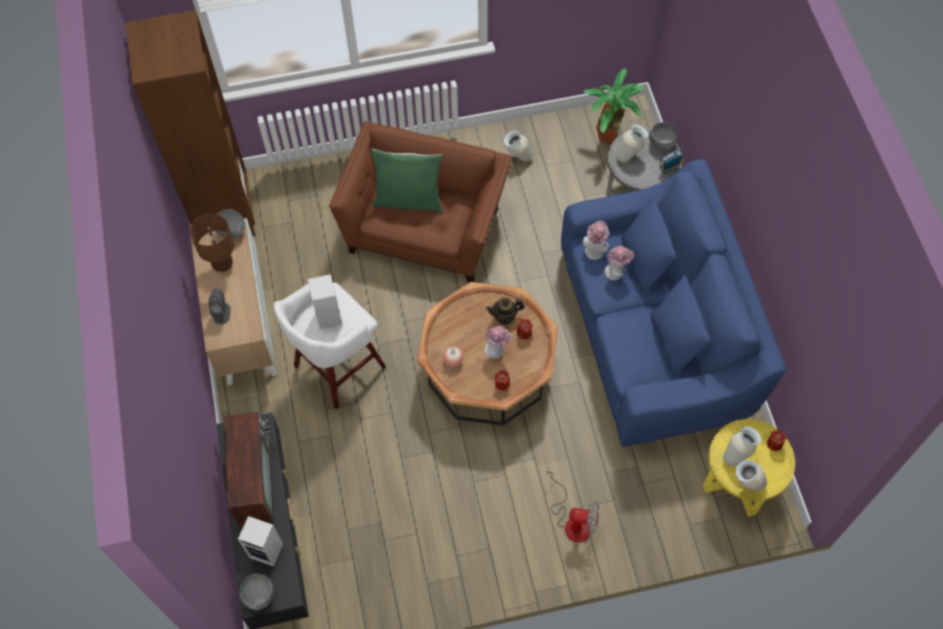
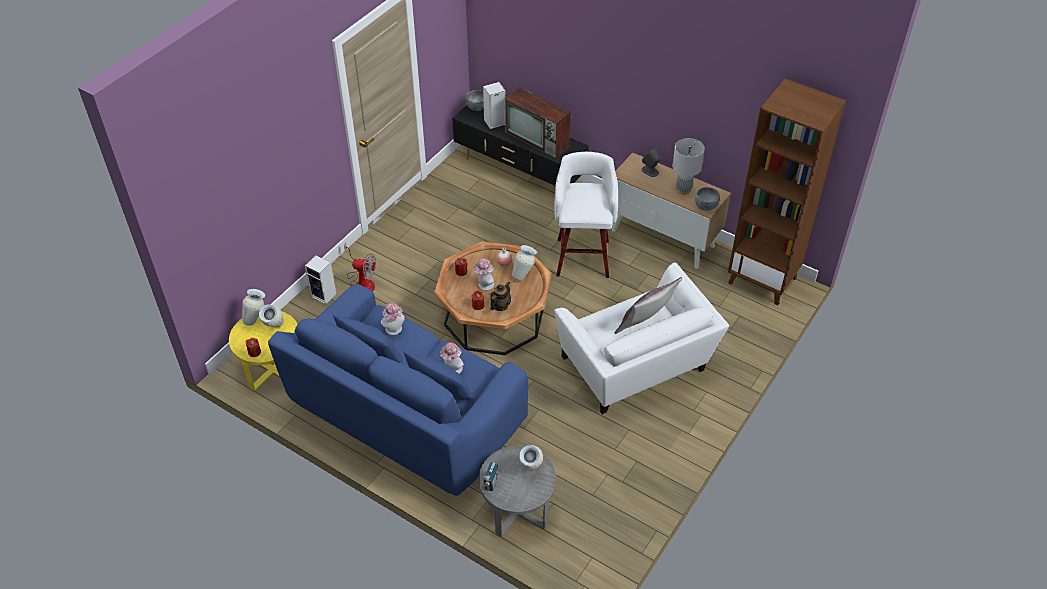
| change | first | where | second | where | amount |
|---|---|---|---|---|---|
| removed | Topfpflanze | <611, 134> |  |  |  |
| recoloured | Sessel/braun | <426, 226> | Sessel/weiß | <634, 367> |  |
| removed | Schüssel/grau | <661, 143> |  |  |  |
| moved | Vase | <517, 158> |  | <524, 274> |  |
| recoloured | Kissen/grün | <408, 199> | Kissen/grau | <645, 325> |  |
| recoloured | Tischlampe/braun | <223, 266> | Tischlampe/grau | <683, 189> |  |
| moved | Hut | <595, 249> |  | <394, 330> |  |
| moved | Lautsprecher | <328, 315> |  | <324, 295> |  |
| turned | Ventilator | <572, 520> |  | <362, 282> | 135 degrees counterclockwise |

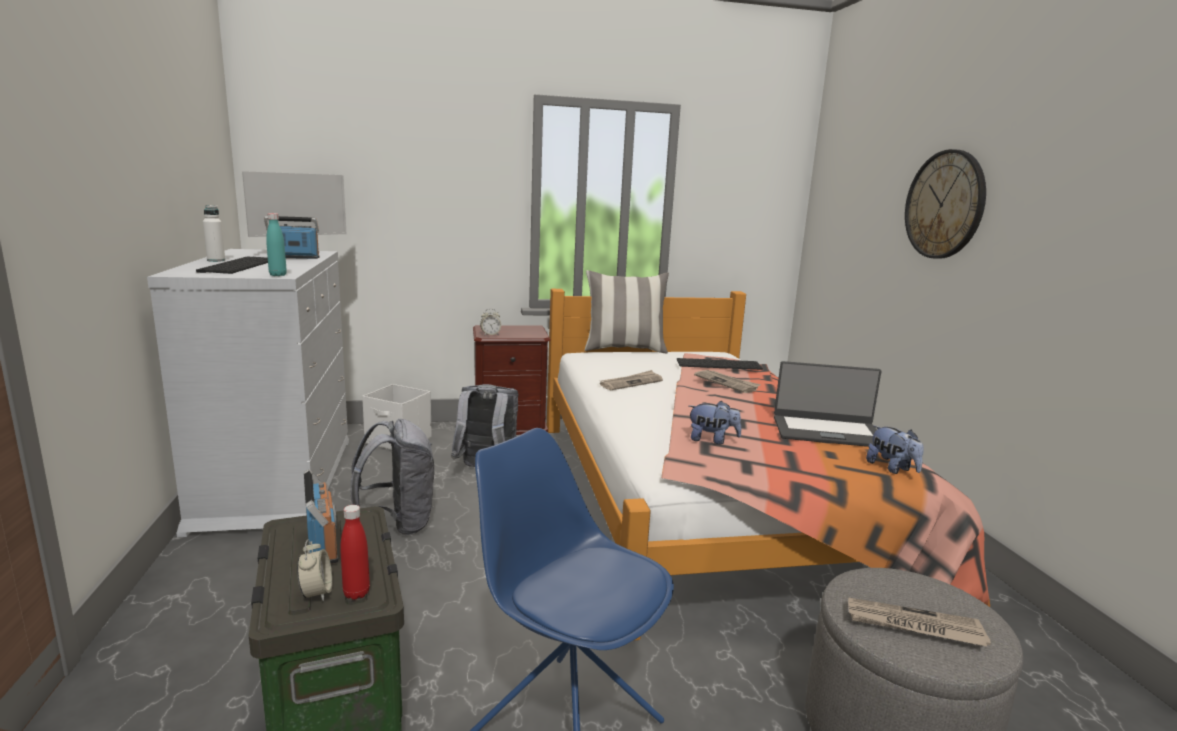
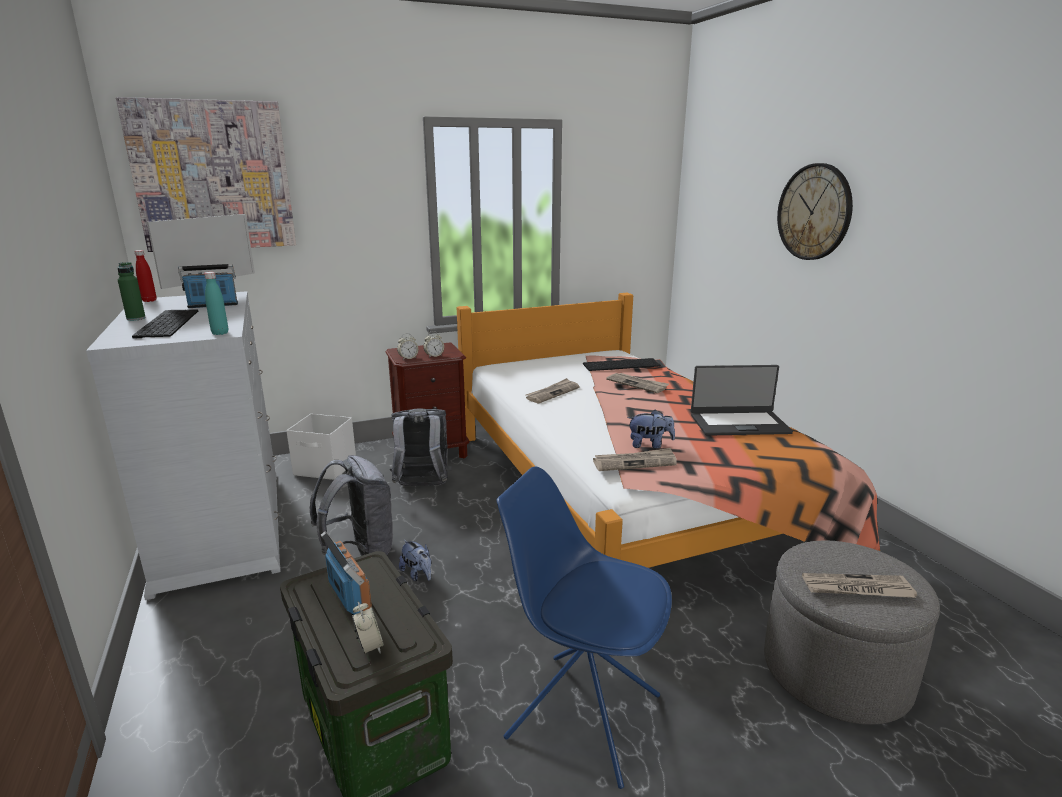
| change | first | where | second | where | amount |
|---|---|---|---|---|---|
| recoloured | Flasche/weiß | <216, 260> | Flasche/grün | <136, 318> |  |
| removed | Kissen | <624, 349> |  |  |  |
| moved | Plüschtier | <892, 468> |  | <417, 574> |  |
| moved | Flasche/rot | <356, 593> |  | <149, 300> |  |
| added |  |  | Bild | <213, 176> |  |
| added |  |  | Wecker | <434, 356> |  |
| added |  |  | Zeitung | <635, 462> |  |

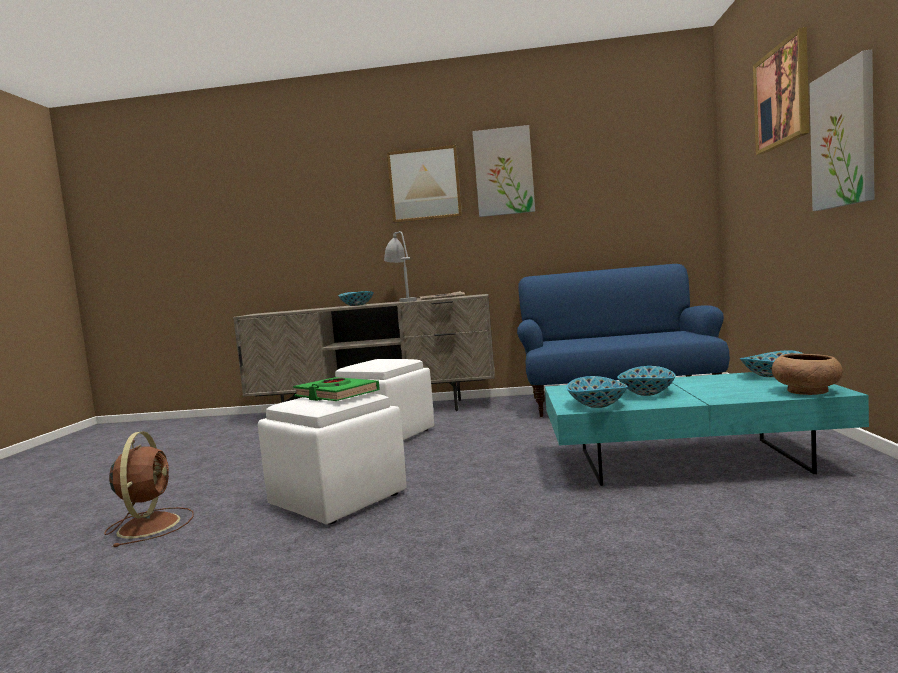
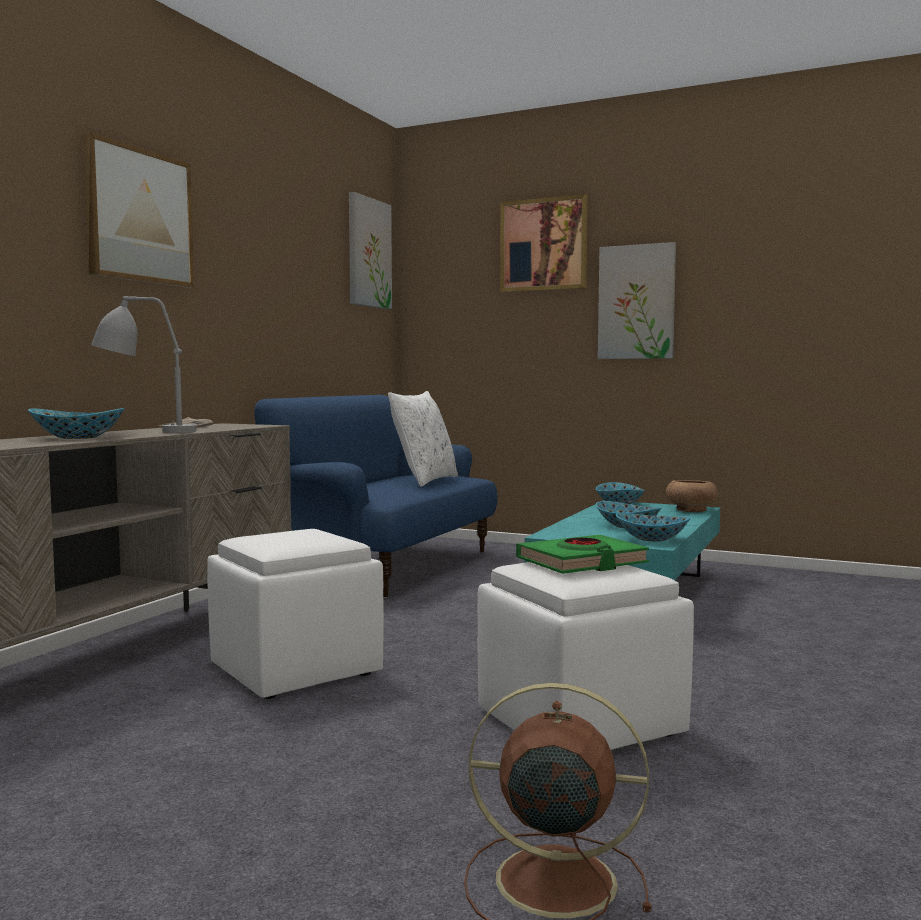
| change | first | where | second | where | amount |
|---|---|---|---|---|---|
| moved | Bild | <503, 172> |  | <368, 253> |  |
| added |  |  | Kissen/weiß | <424, 481> |  |

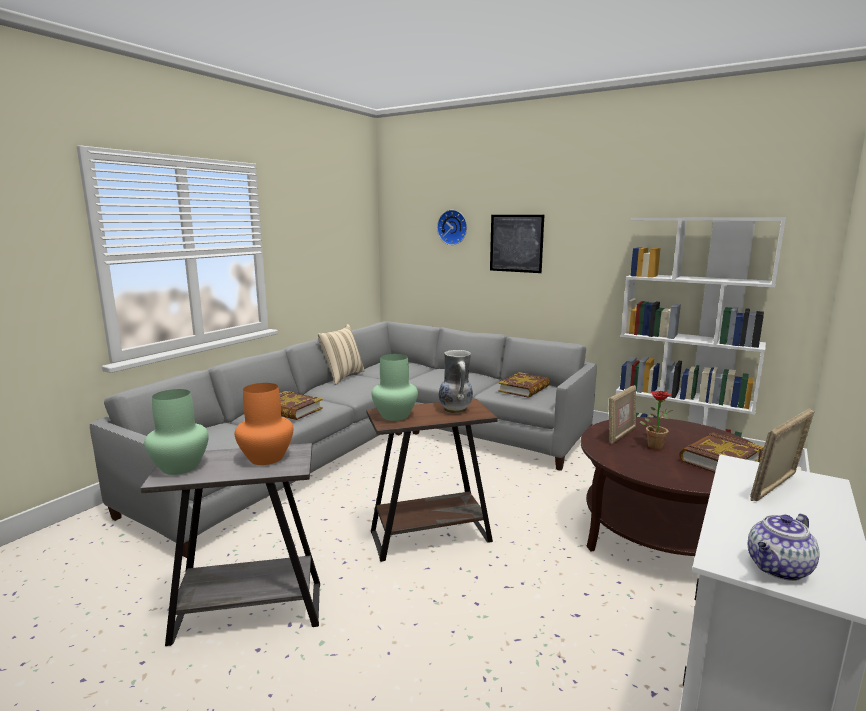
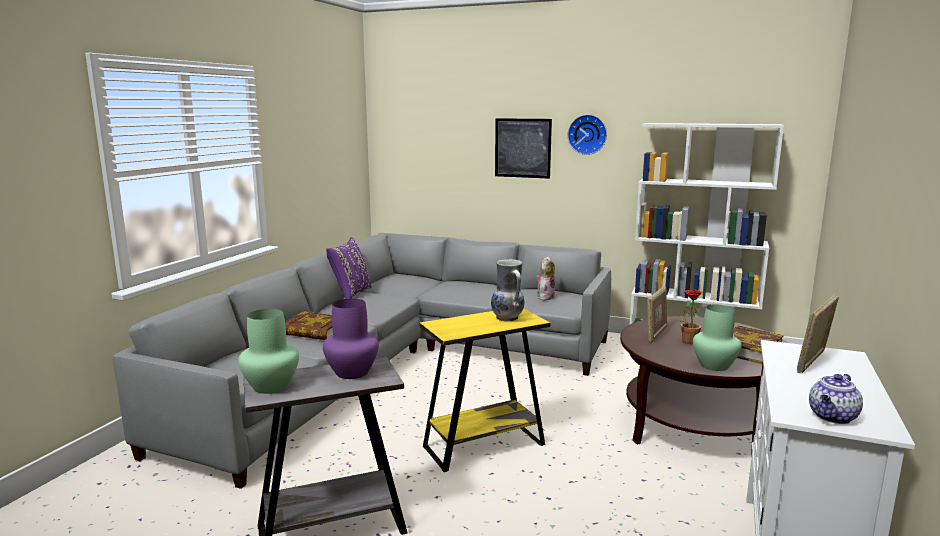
| change | first | where | second | where | amount |
|---|---|---|---|---|---|
| moved | Wanduhr | <453, 227> |  | <587, 134> |  |
| recoloured | Kissen/beige | <342, 377> | Kissen/lila | <350, 294> |  |
| moved | Vase/grün | <395, 416> |  | <715, 366> |  |
| replaced | Buch | <524, 389> | Plüschtier | <545, 297> |  |
| recoloured | Vase/orange | <266, 458> | Vase/lila | <352, 373> |  |
| recoloured | Beistelltisch/braun | <430, 537> | Beistelltisch/gelb | <484, 446> |  |

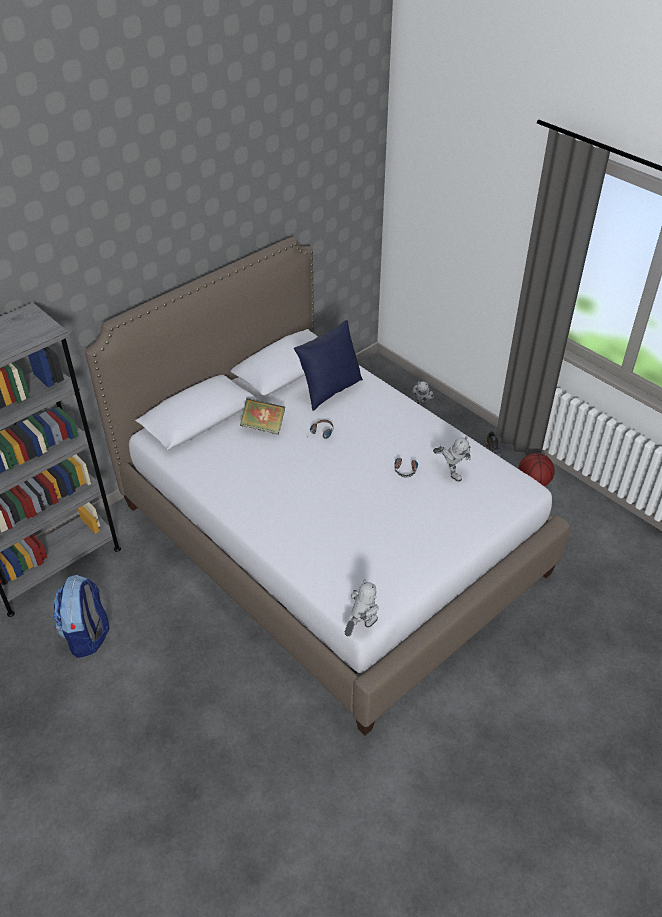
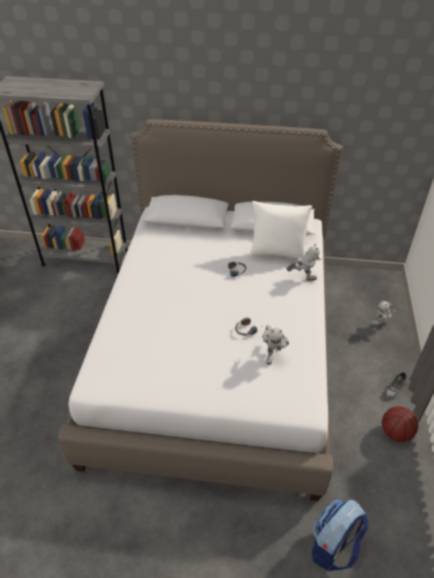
| change | first | where | second | where | amount |
|---|---|---|---|---|---|
| recoloured | Kissen/blau | <329, 390> | Kissen/weiß | <277, 252> |  |
| removed | Buch | <263, 426> |  |  |  |
| moved | Rucksack | <87, 635> |  | <333, 547> |  |
| moved | Spielzeugroboter | <361, 628> |  | <303, 277> |  |

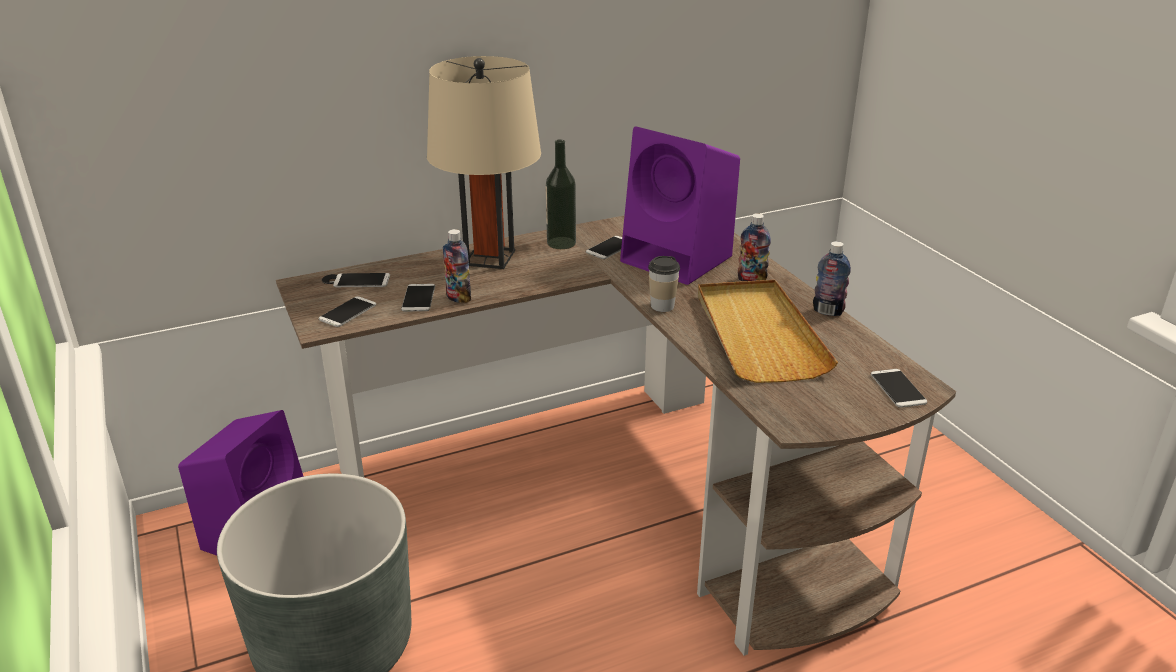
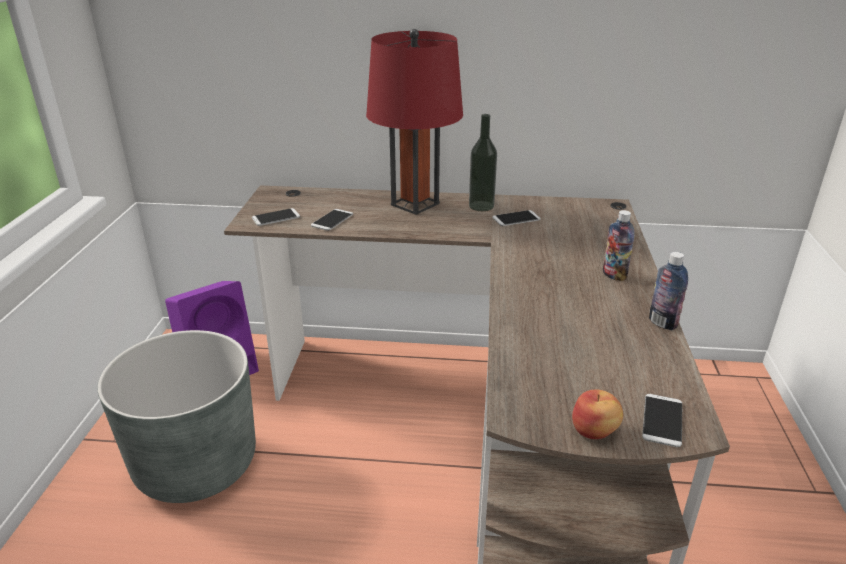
| change | first | where | second | where | amount |
|---|---|---|---|---|---|
| recoloured | Tischlampe/beige | <489, 258> | Tischlampe/rot | <415, 204> |  |
| removed | Lautsprecher/lila | <679, 259> |  |  |  |
| removed | Flasche | <458, 298> |  |  |  |
| removed | Tasse | <662, 306> |  |  |  |
| removed | Handy | <362, 281> |  |  |  |
| removed | Tablett/beige | <758, 334> |  |  |  |
| added |  |  | Apfel | <594, 431> |  |

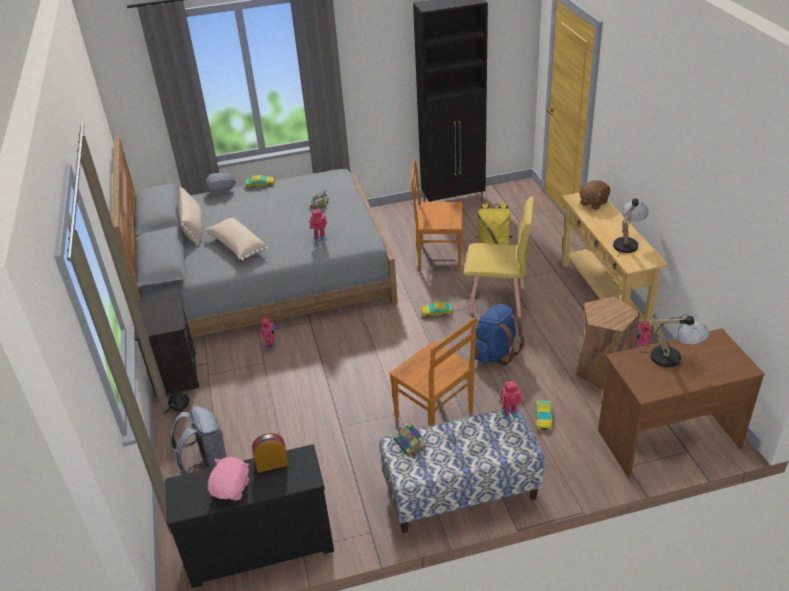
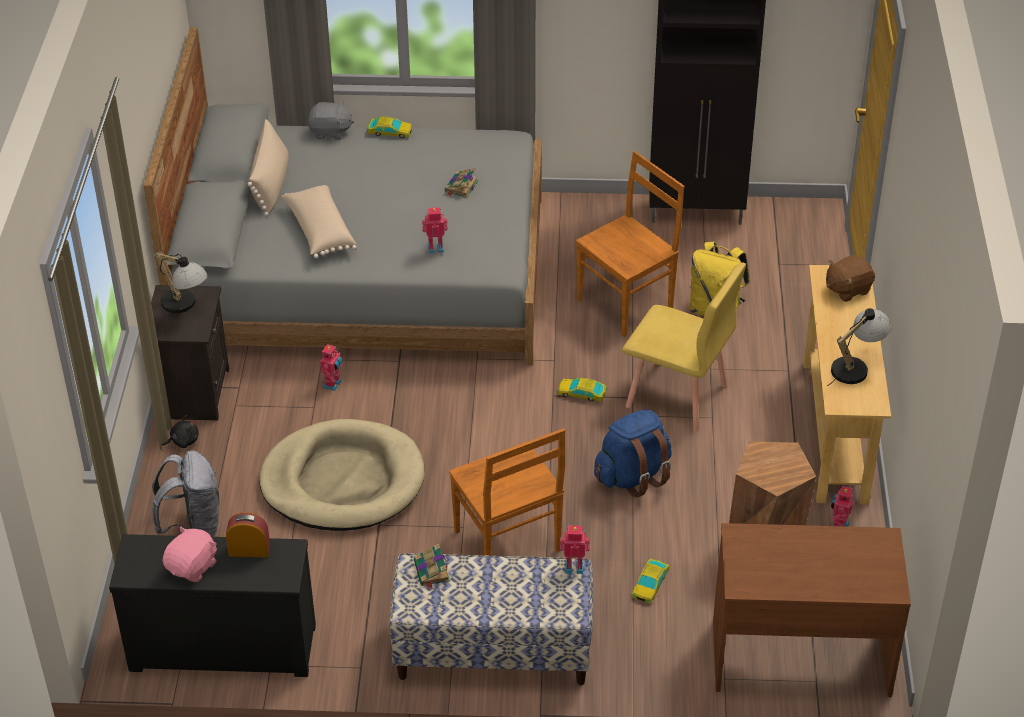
| change | first | where | second | where | amount |
|---|---|---|---|---|---|
| turned | Stuhl/braun | <438, 256> |  | <627, 304> | 120 degrees clockwise |
| moved | Tischlampe | <674, 359> |  | <185, 306> |  |
| added |  |  | Hundebett/beige | <343, 481> |  |

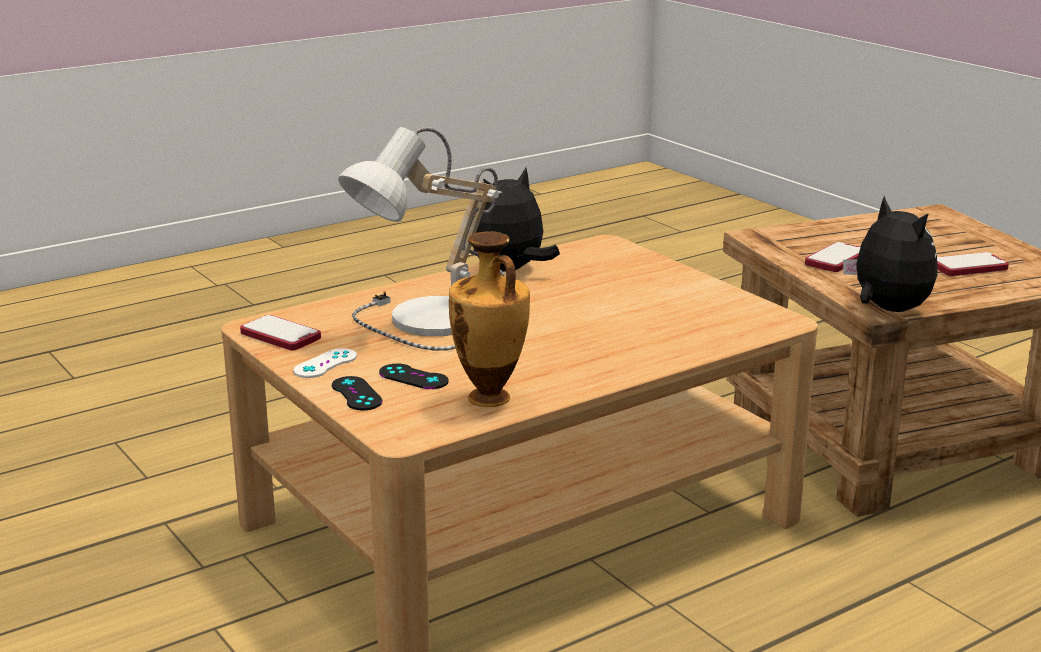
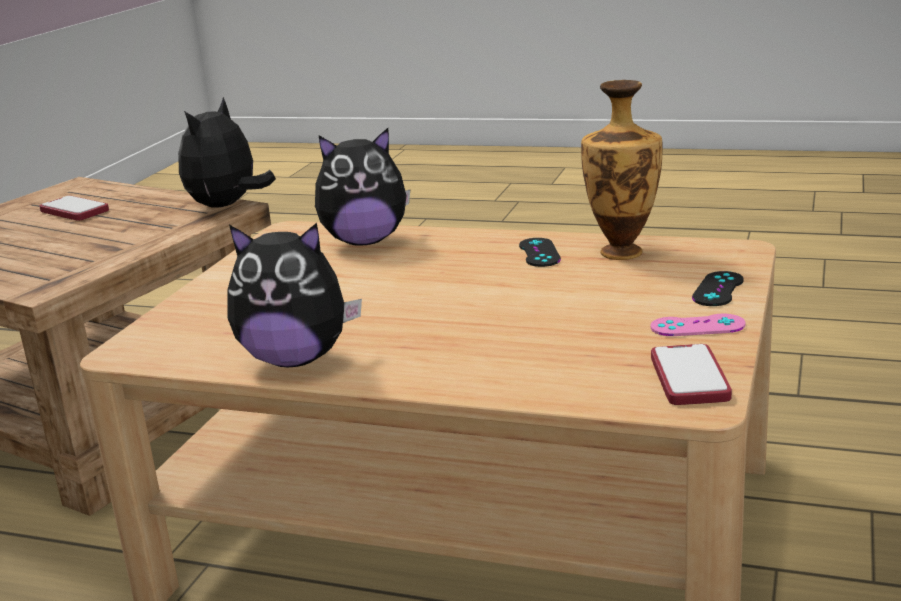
| change | first | where | second | where | amount |
|---|---|---|---|---|---|
| removed | Tischlampe | <439, 323> |  |  |  |
| removed | Handy | <836, 259> |  |  |  |
| recoloured | Gamepad/weiß | <325, 364> | Gamepad/rosa | <697, 326> |  |
| moved | Gamepad/schwarz | <413, 377> |  | <539, 253> |  |
| added |  |  | Plüschtier | <365, 241> |  |

